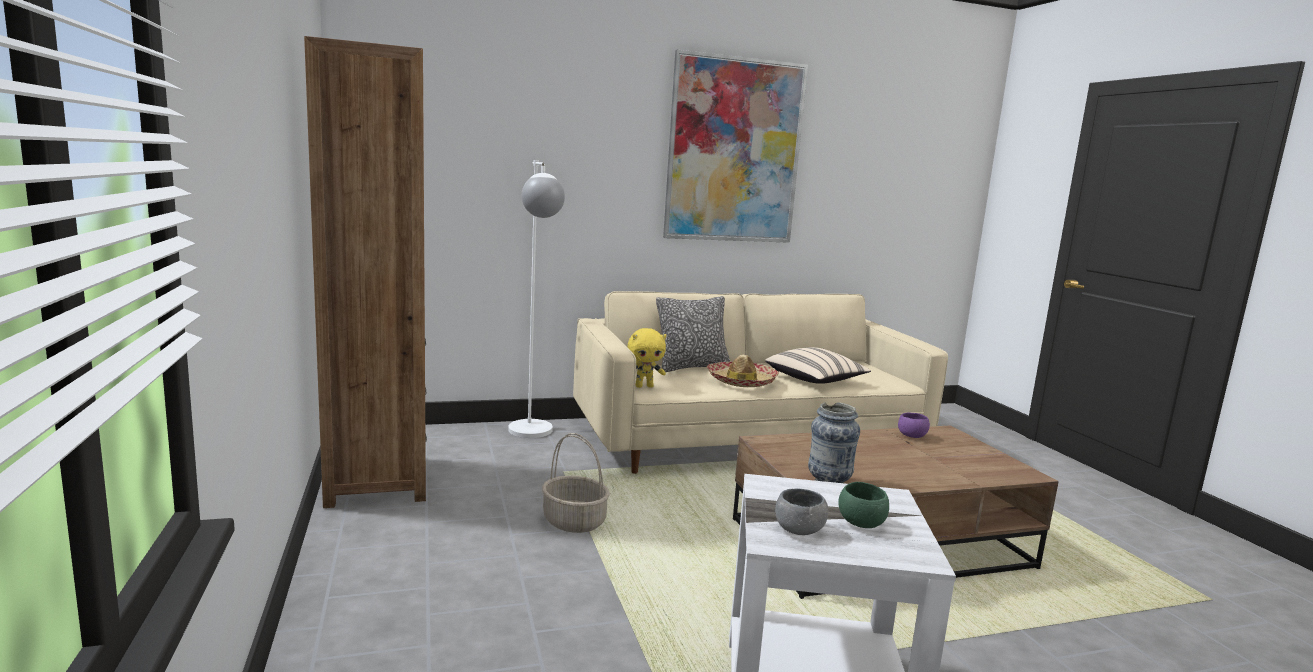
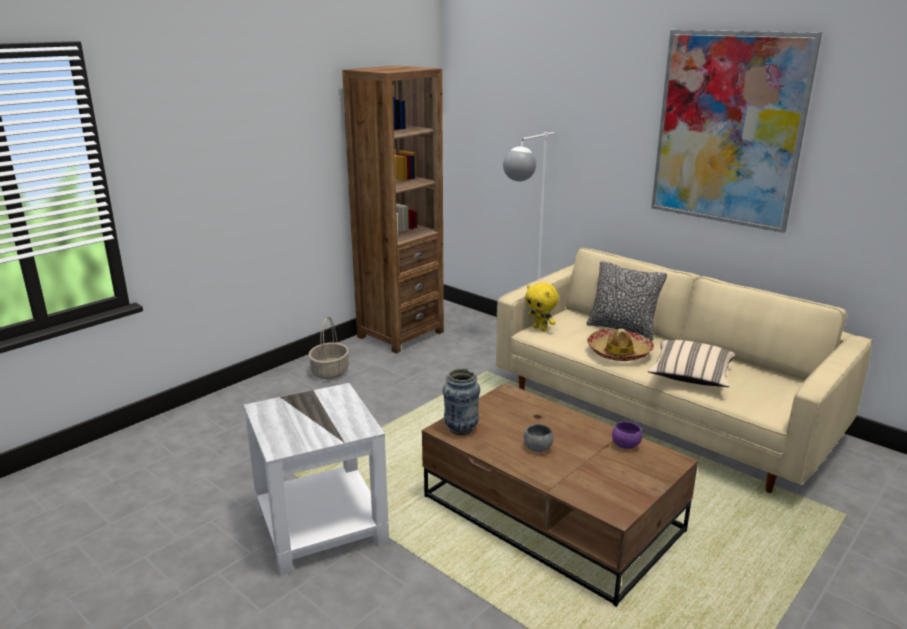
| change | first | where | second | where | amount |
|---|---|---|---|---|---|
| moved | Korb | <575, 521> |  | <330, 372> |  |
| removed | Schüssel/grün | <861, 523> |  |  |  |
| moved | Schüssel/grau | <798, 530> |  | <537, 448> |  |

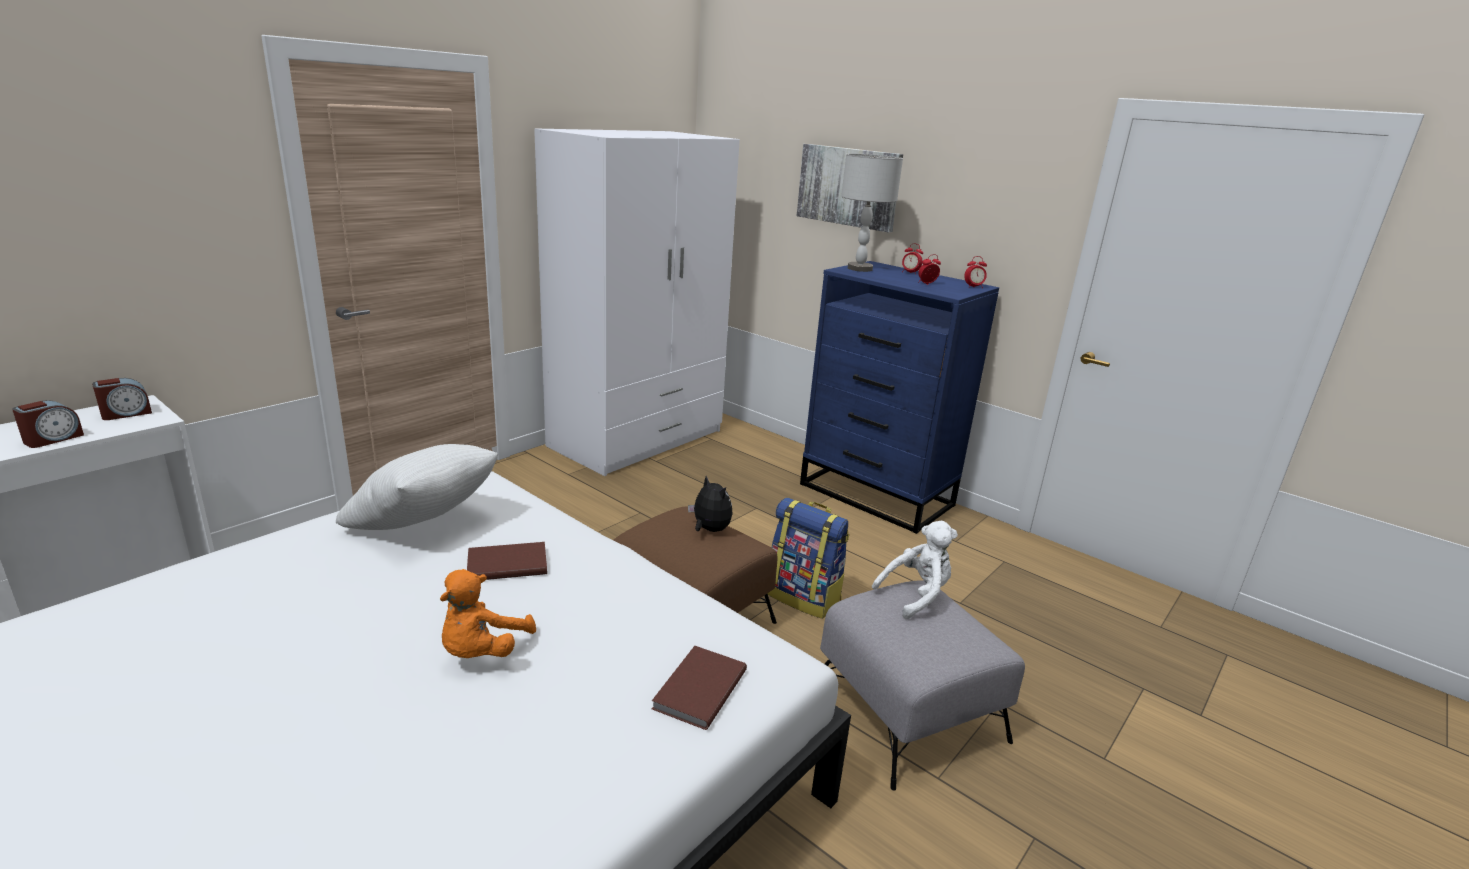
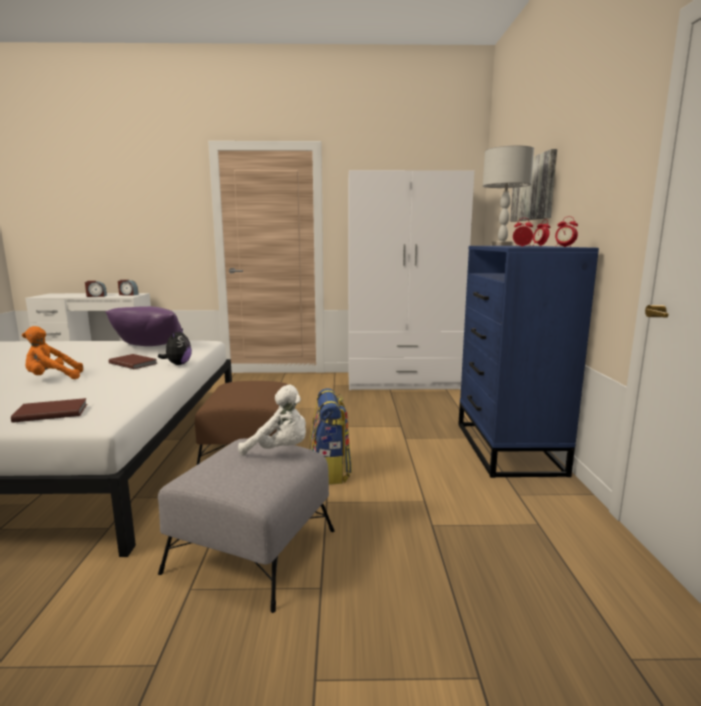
| change | first | where | second | where | amount |
|---|---|---|---|---|---|
| recoloured | Kissen/weiß | <424, 525> | Kissen/lila | <149, 348> |  |
| moved | Plüschtier | <709, 530> |  | <178, 364> |  |

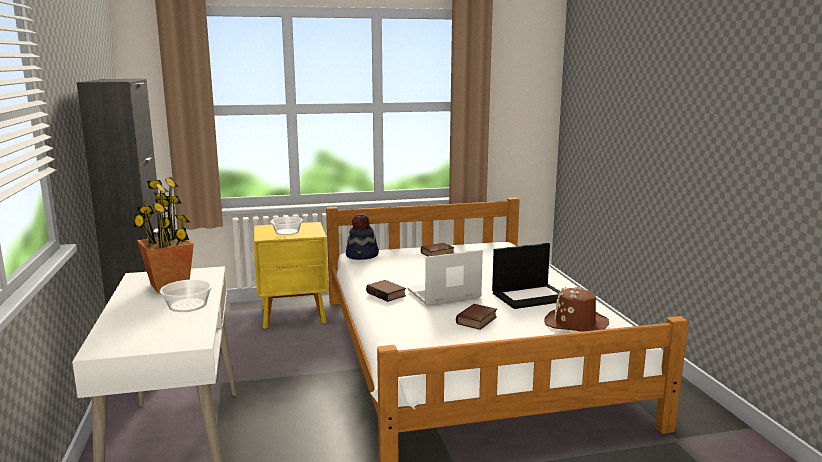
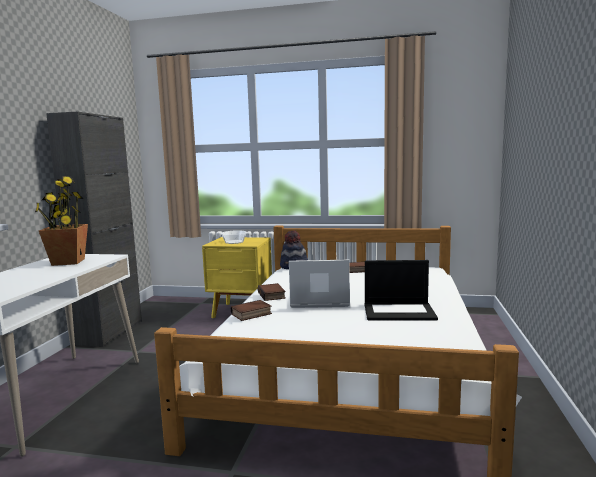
| change | first | where | second | where | amount |
|---|---|---|---|---|---|
| removed | Schüssel | <188, 305> |  |  |  |
| removed | Hut/braun | <575, 323> |  |  |  |
| moved | Buch | <477, 321> |  | <251, 314> |  |

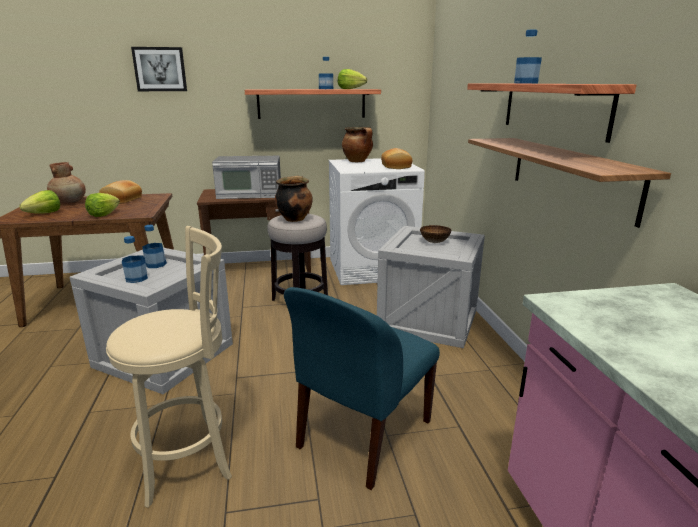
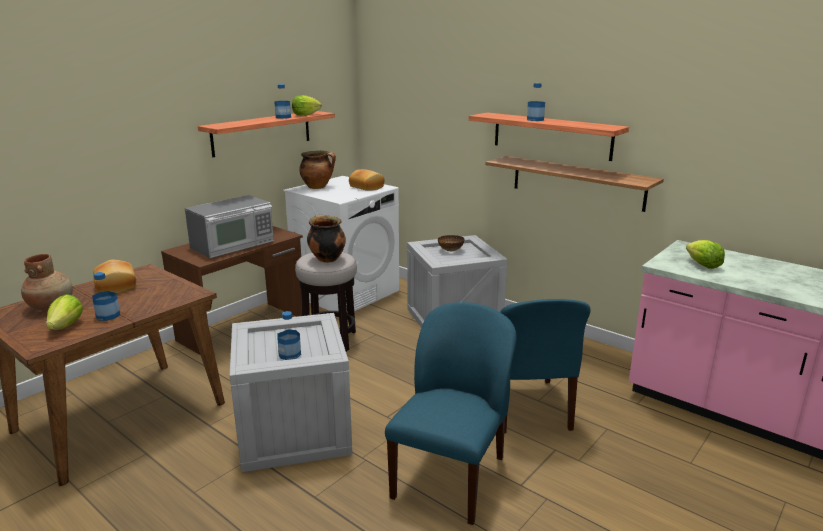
| change | first | where | second | where | amount |
|---|---|---|---|---|---|
| removed | Bild | <160, 69> |  |  |  |
| moved | Salatkopf | <103, 214> |  | <702, 265> |  |
| moved | Flasche | <156, 264> |  | <108, 316> |  |
| replaced | Hocker/beige | <190, 459> | Stuhl/blau | <450, 476> |  |

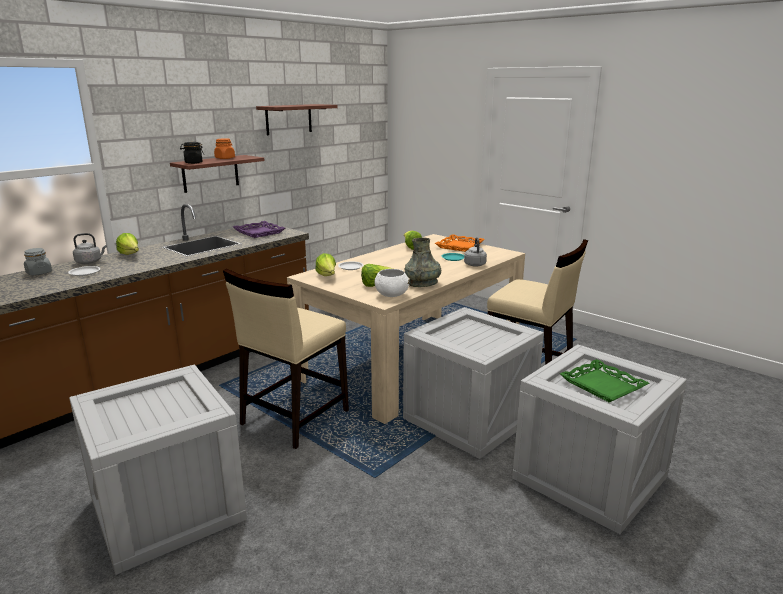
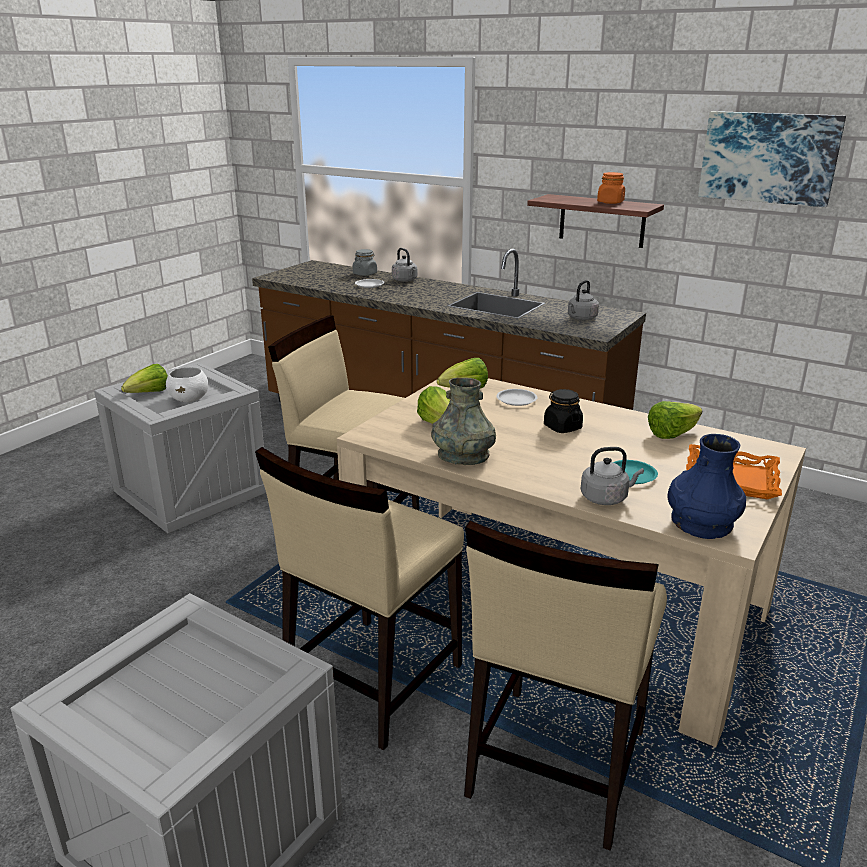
| change | first | where | second | where | amount |
|---|---|---|---|---|---|
| replaced | Wandregal | <288, 119> | Bild | <768, 157> |  |
| moved | Vorratsglas/schwarz | <193, 163> |  | <562, 427> |  |
| replaced | Tablett/lila | <259, 232> | Wasserkessel/grau | <581, 318> |  |
| moved | Salatkopf | <130, 255> |  | <149, 394> |  |
| moved | Schüssel/weiß | <391, 295> |  | <190, 399> |  |
| replaced | Kiste | <469, 420> | Stuhl/beige | <371, 680> |  |
| removed | Tablett/grün | <602, 386> |  |  |  |
| added |  |  | Vase/blau | <701, 522> |  |

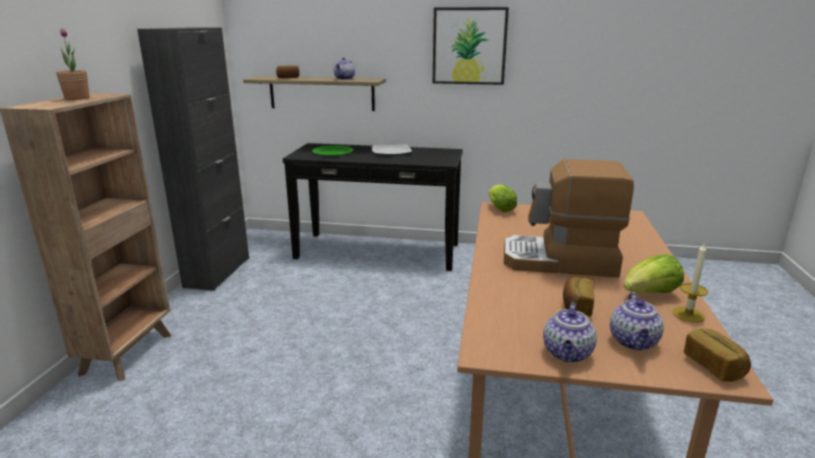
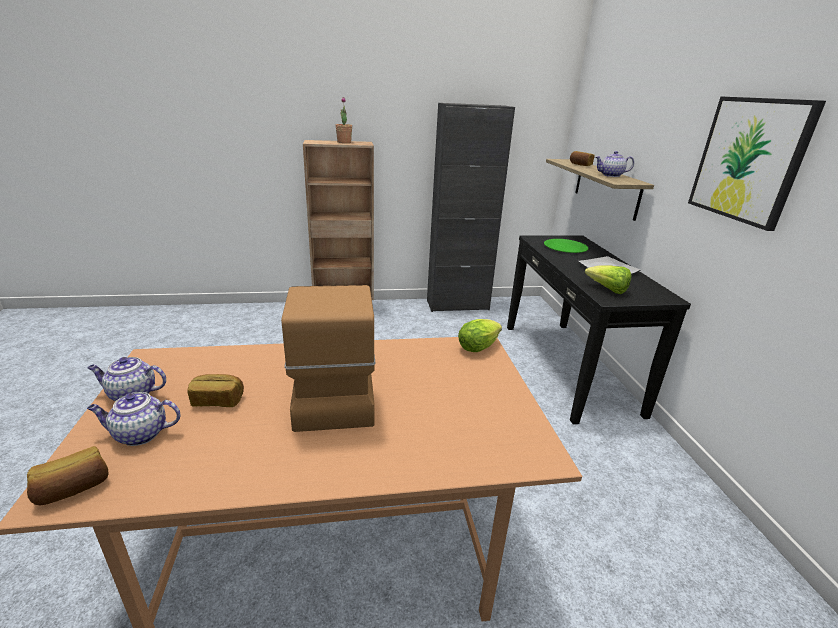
| change | first | where | second | where | amount |
|---|---|---|---|---|---|
| removed | Kerze | <688, 314> |  |  |  |
| moved | Salatkopf | <649, 294> |  | <607, 290> |  |

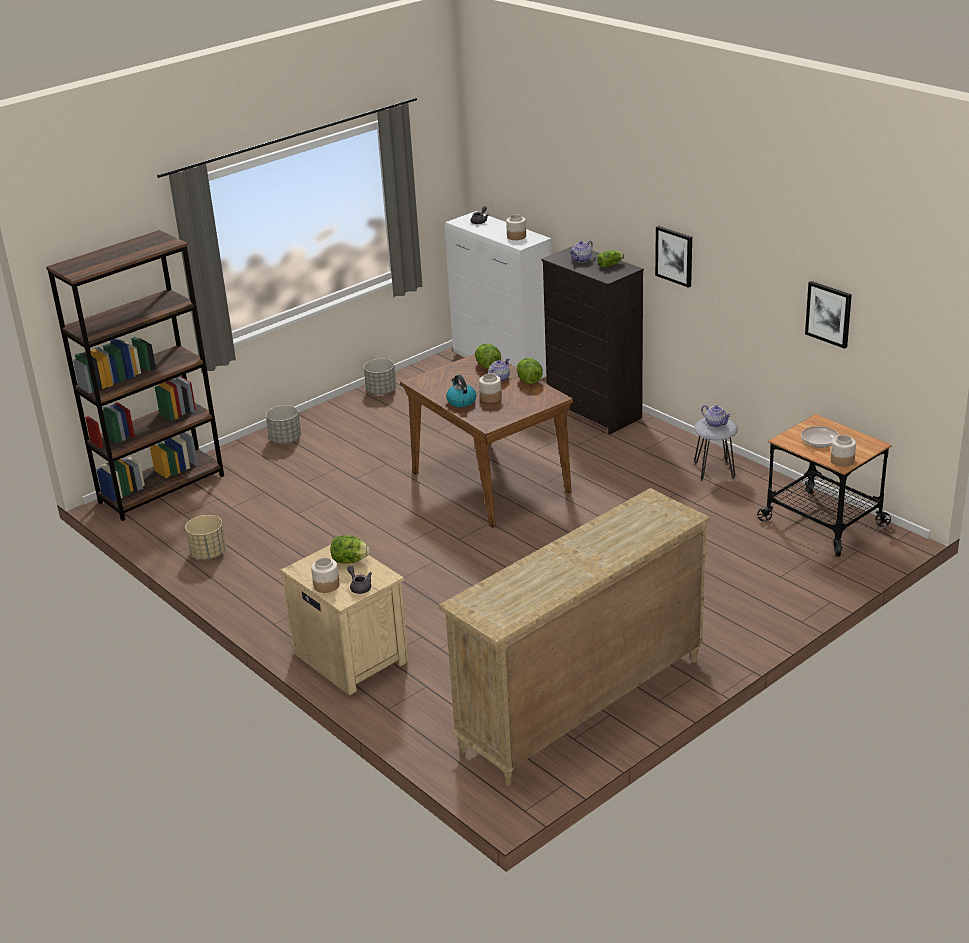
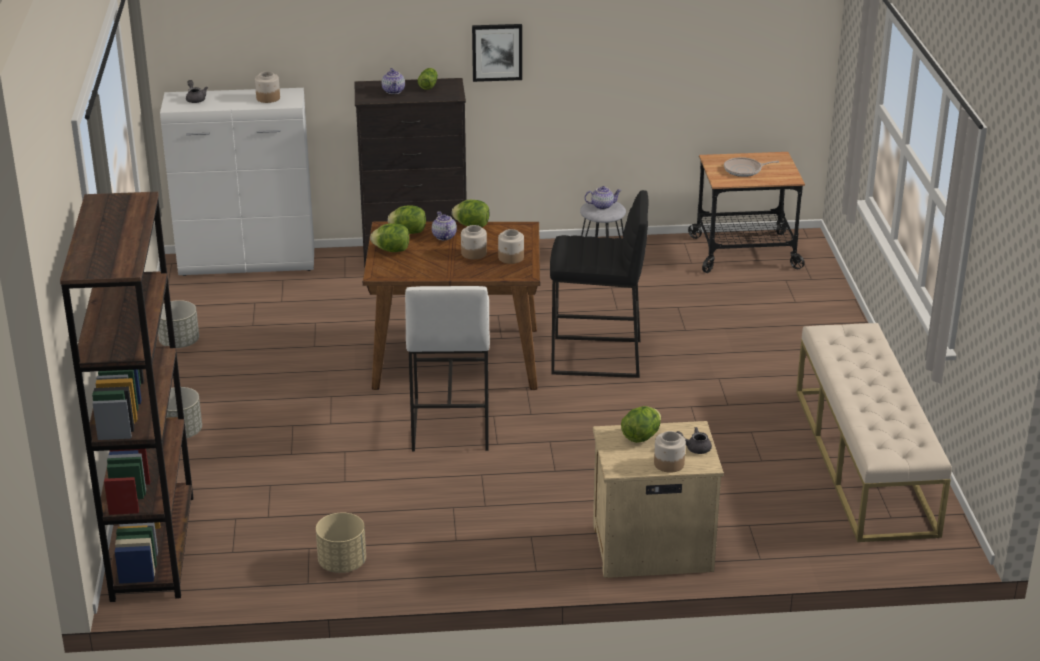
| change | first | where | second | where | amount |
|---|---|---|---|---|---|
| removed | Bild | <829, 314> |  |  |  |
| removed | Wasserkessel | <461, 401> |  |  |  |
| moved | Vorratsglas | <842, 461> |  | <511, 258> |  |
| replaced | Kommode/beige | <581, 704> | Bank/beige | <864, 461> |  |
| added |  |  | Hocker/schwarz | <596, 358> |  |
| added |  |  | Salatkopf | <392, 250> |  |
| added |  |  | Hocker/weiß | <449, 424> |  |

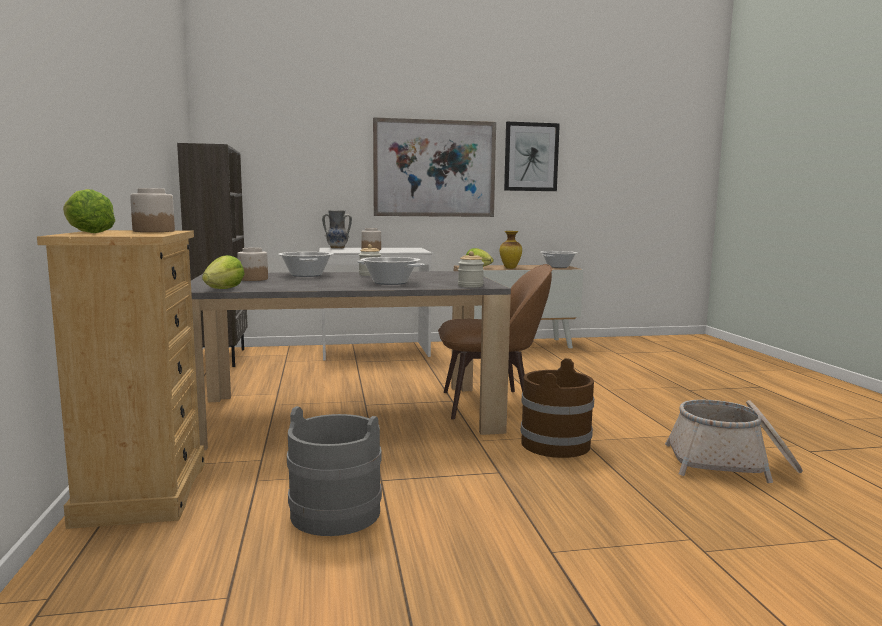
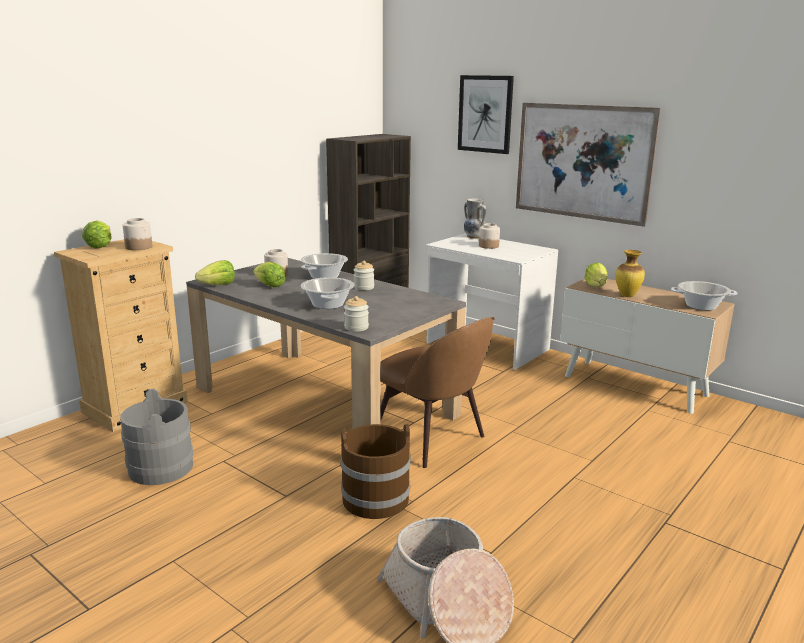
| change | first | where | second | where | amount |
|---|---|---|---|---|---|
| moved | Bild | <531, 157> |  | <485, 114> |  |
| added |  |  | Salatkopf | <269, 285> |  |

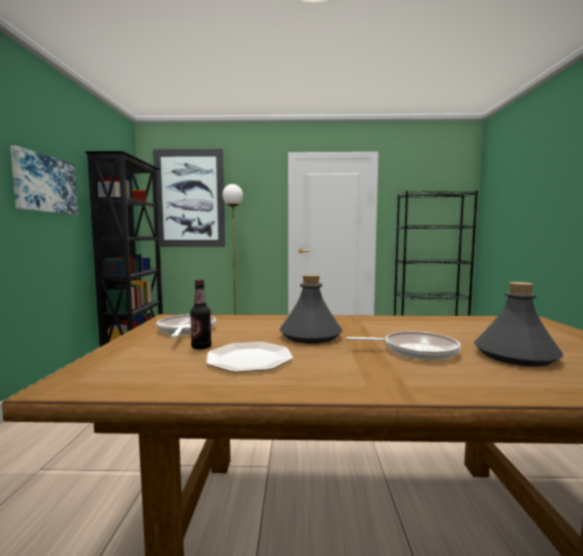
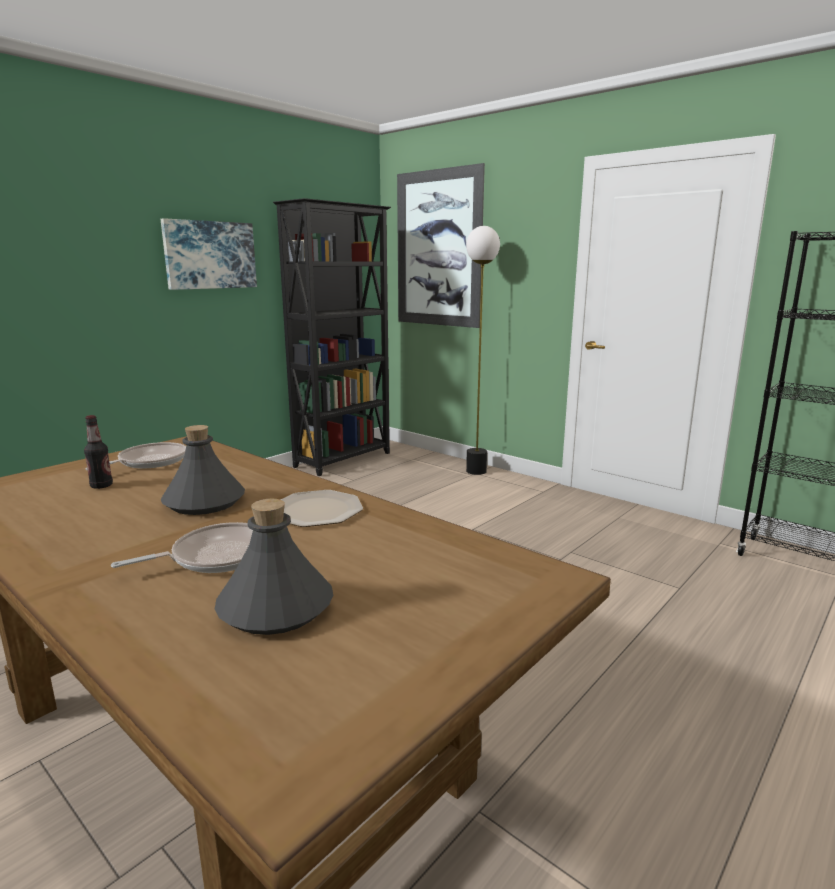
| change | first | where | second | where | amount |
|---|---|---|---|---|---|
| turned | Pfanne | <415, 350> |  | <216, 556> | 75 degrees counterclockwise |
| moved | Teller | <250, 358> |  | <317, 510> |  |

